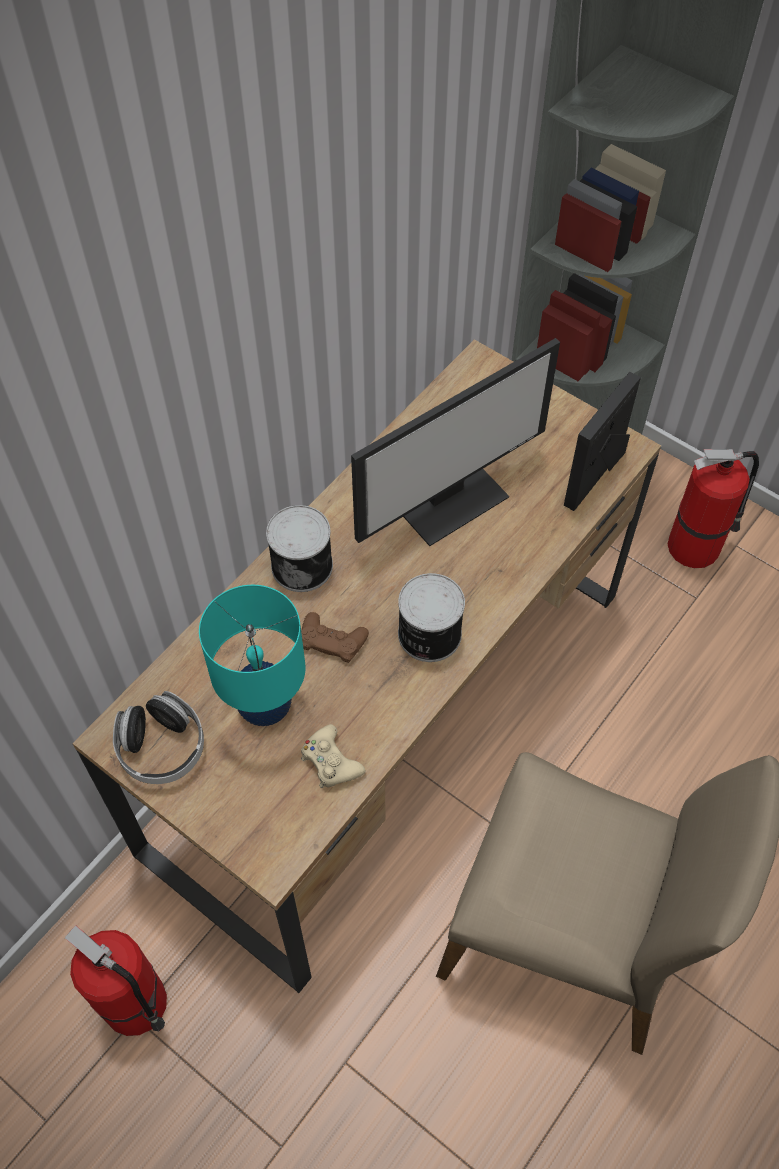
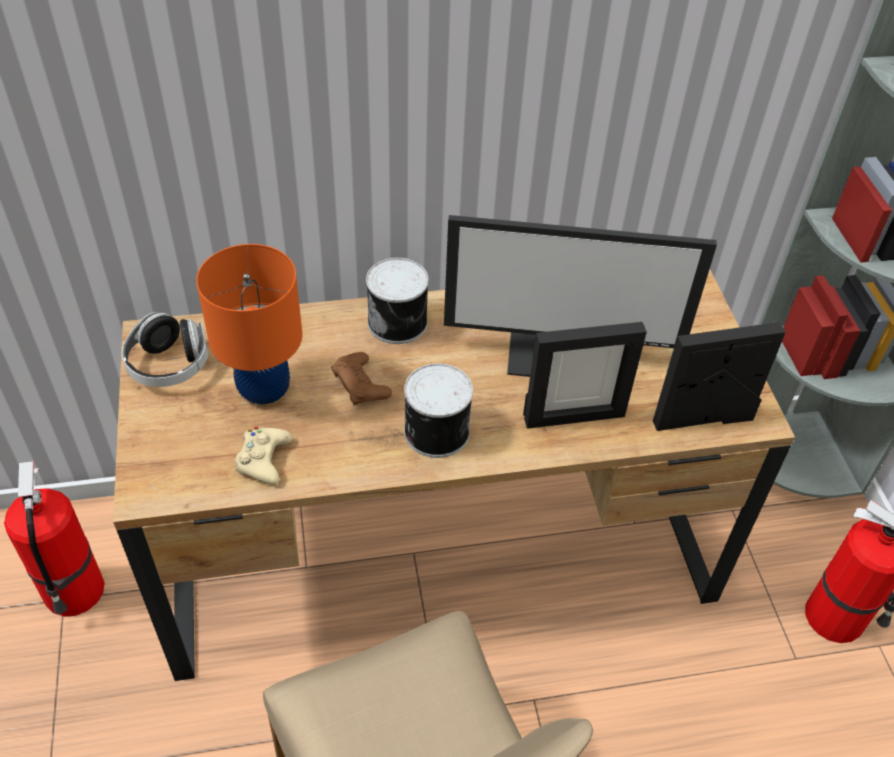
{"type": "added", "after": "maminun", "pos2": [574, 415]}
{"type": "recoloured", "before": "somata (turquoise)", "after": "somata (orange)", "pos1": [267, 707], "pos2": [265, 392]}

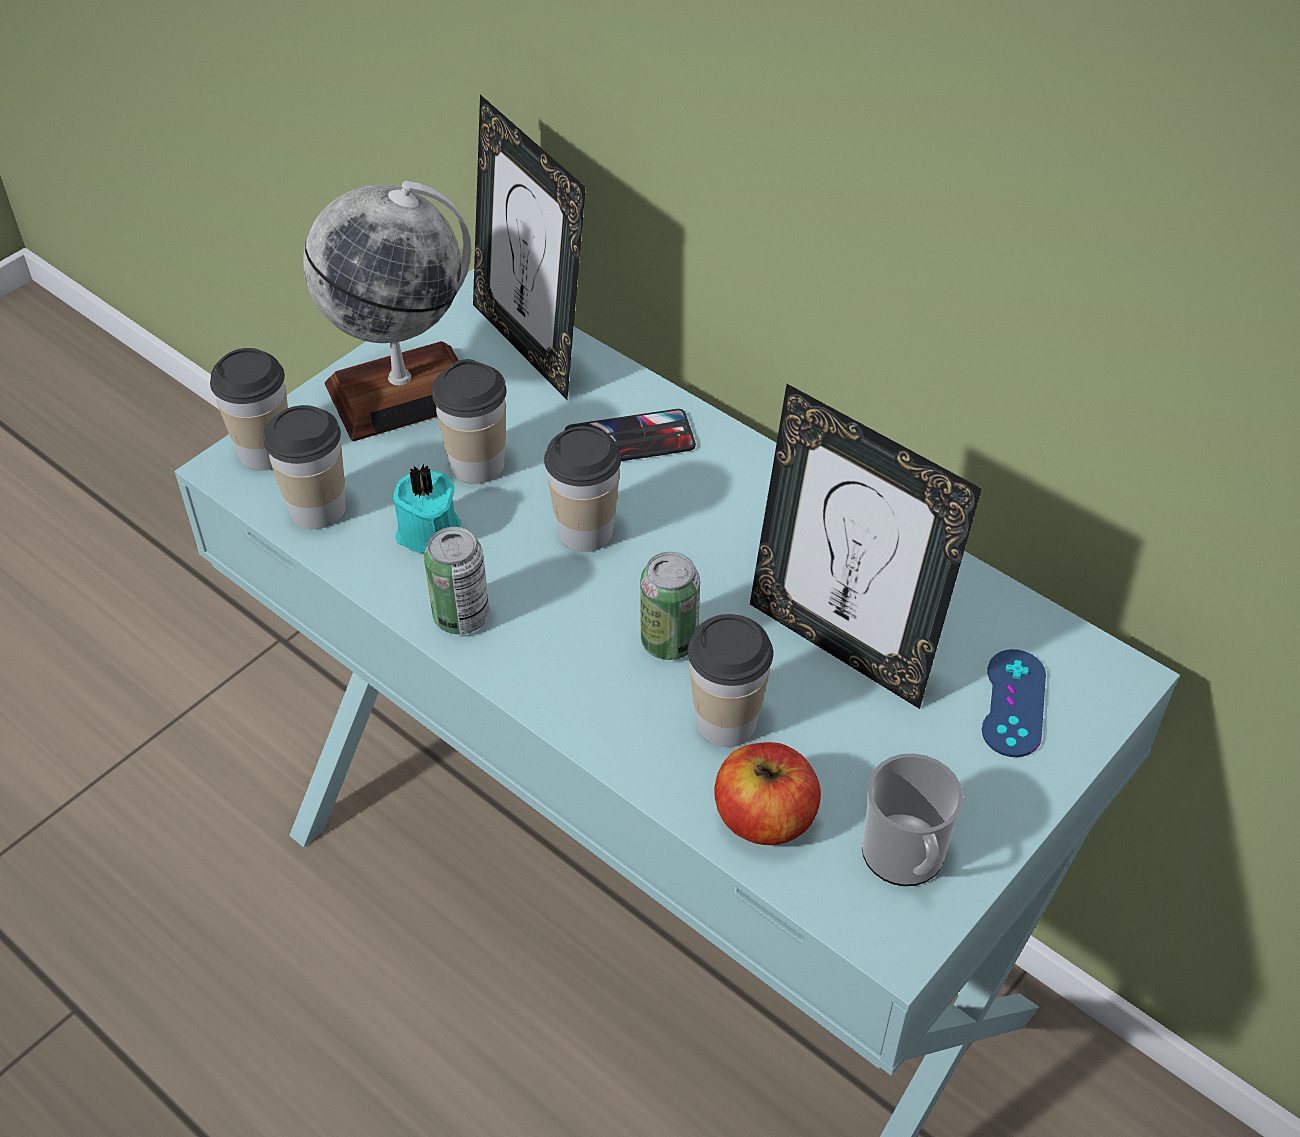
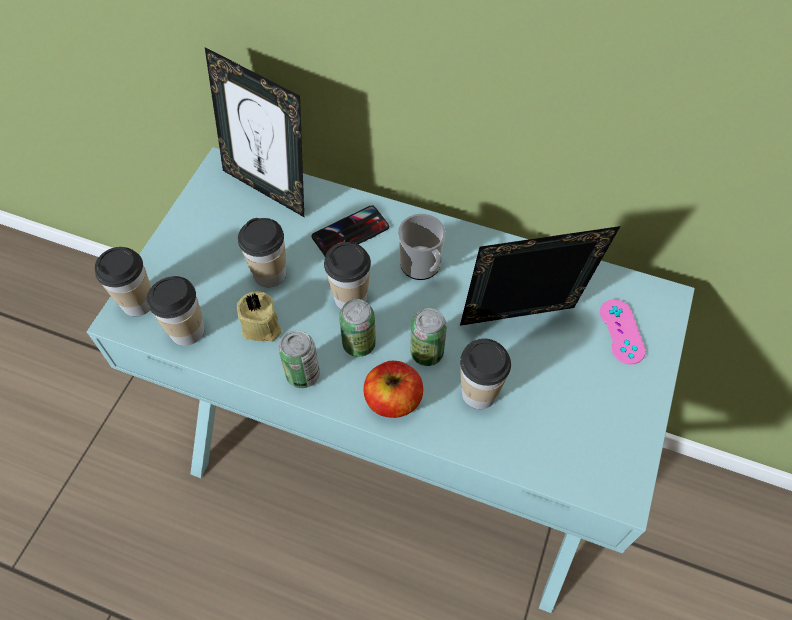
{"type": "removed", "before": "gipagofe", "pos1": [403, 392]}
{"type": "added", "after": "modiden", "pos2": [359, 344]}
{"type": "moved", "before": "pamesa", "pos1": [764, 818], "pos2": [393, 400]}
{"type": "moved", "before": "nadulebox", "pos1": [905, 860], "pos2": [423, 267]}
{"type": "recoloured", "before": "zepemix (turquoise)", "after": "zepemix (beige)", "pos1": [429, 535], "pos2": [261, 327]}
{"type": "recoloured", "before": "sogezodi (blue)", "after": "sogezodi (pink)", "pos1": [1013, 703], "pos2": [621, 331]}
{"type": "turned", "before": "maminun", "pos1": [842, 644], "pos2": [520, 324], "turn": 150}

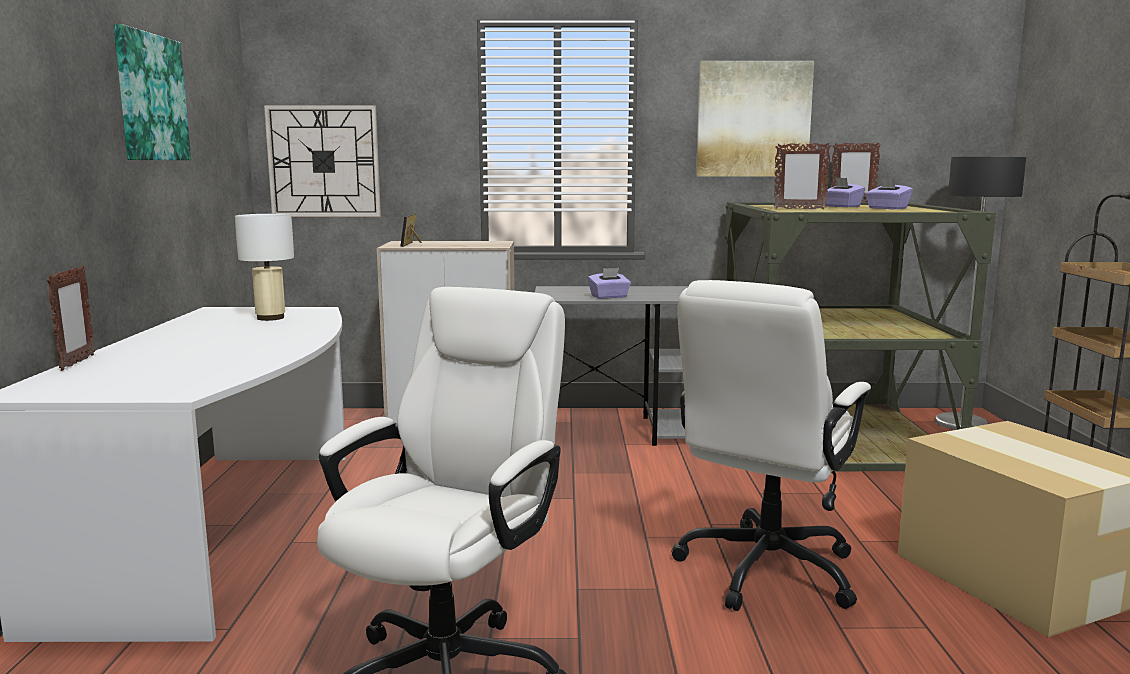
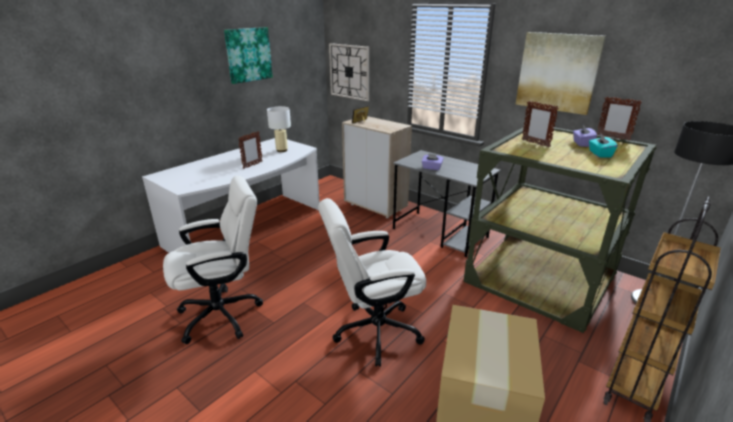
{"type": "moved", "before": "maminun", "pos1": [77, 363], "pos2": [252, 165]}
{"type": "recoloured", "before": "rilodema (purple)", "after": "rilodema (turquoise)", "pos1": [887, 208], "pos2": [599, 154]}

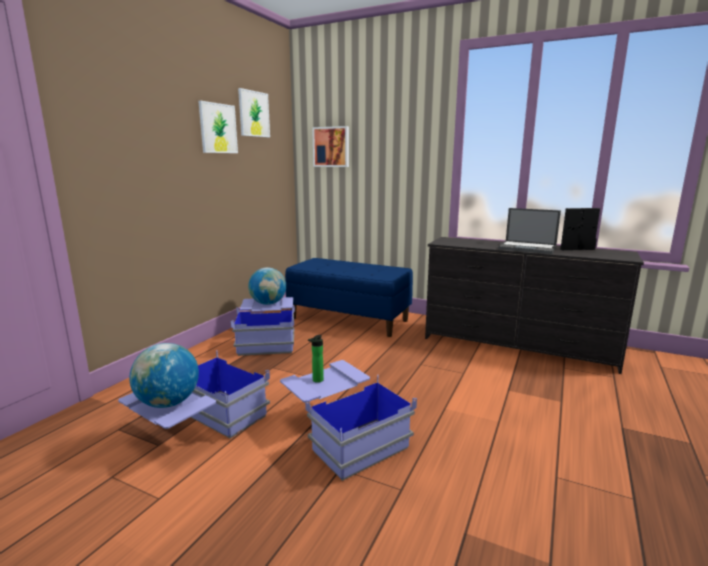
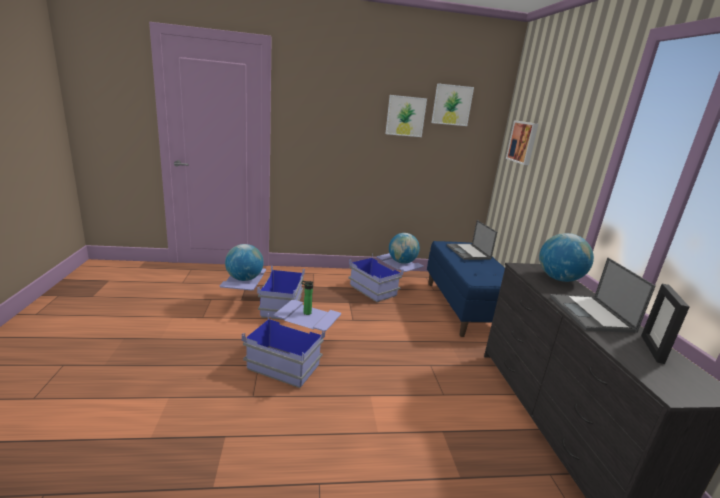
{"type": "added", "after": "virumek", "pos2": [468, 252]}
{"type": "added", "after": "gipagofe", "pos2": [559, 279]}
{"type": "turned", "before": "maminun", "pos1": [577, 249], "pos2": [653, 349], "turn": -120}

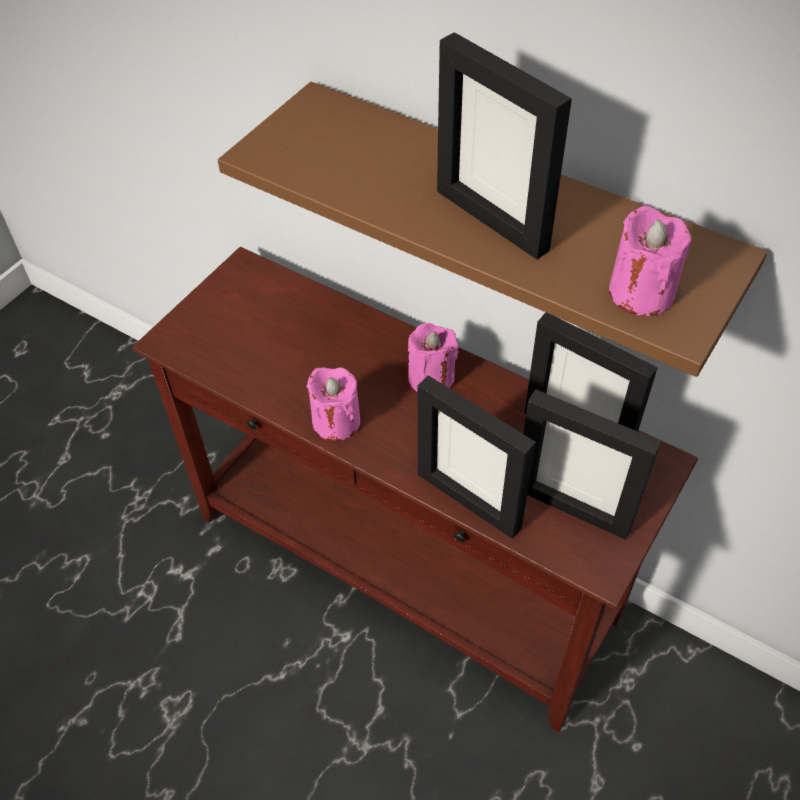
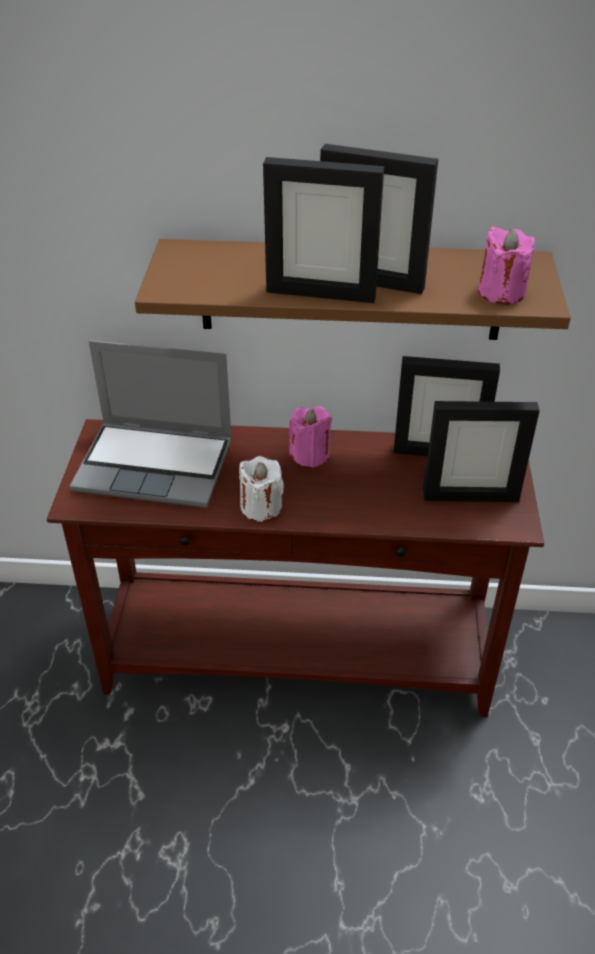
{"type": "added", "after": "virumek", "pos2": [157, 465]}
{"type": "moved", "before": "maminun", "pos1": [470, 499], "pos2": [321, 293]}
{"type": "recoloured", "before": "zepemix (pink)", "after": "zepemix (white)", "pos1": [336, 422], "pos2": [261, 507]}

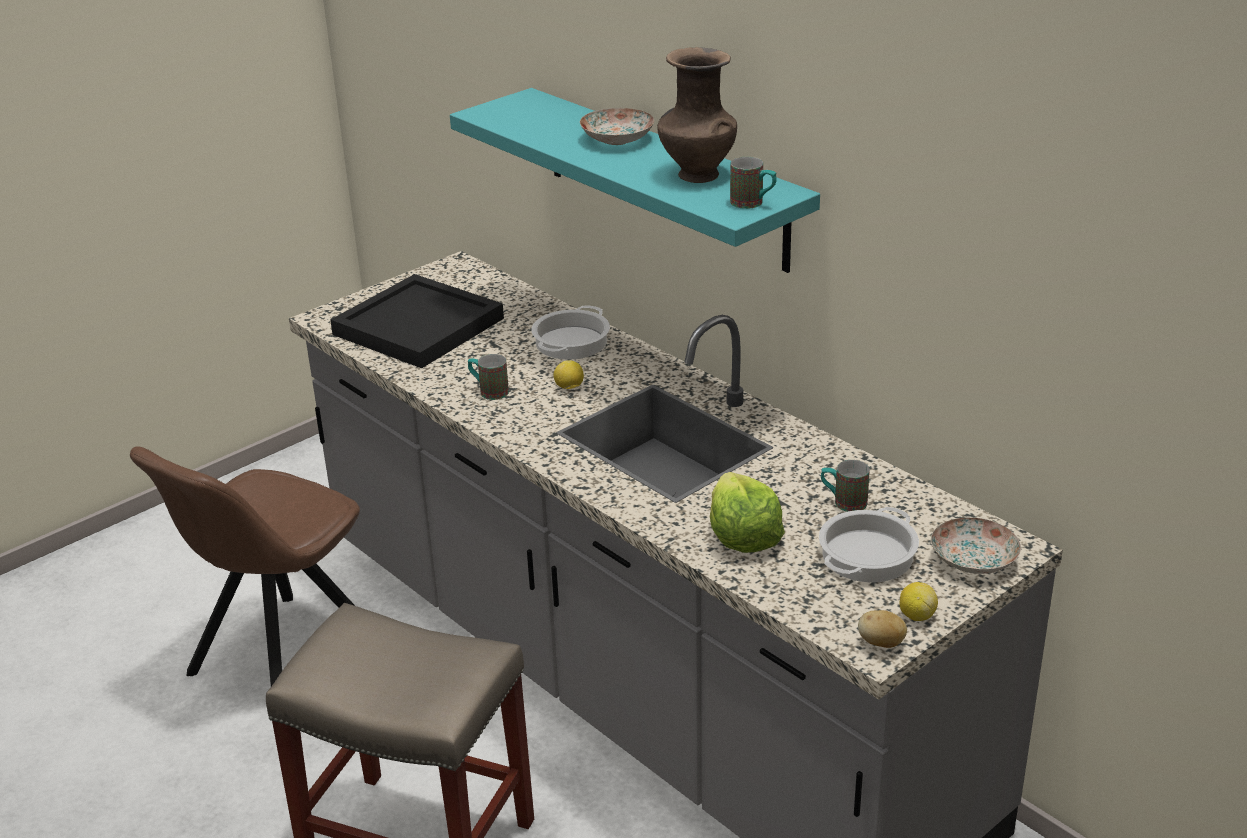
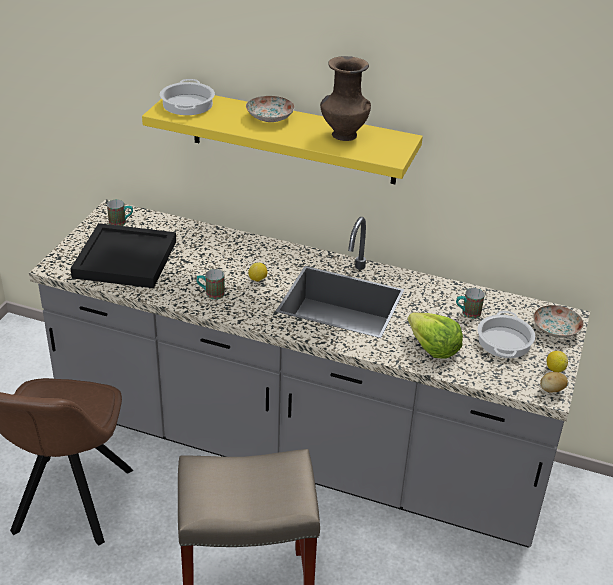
{"type": "moved", "before": "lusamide", "pos1": [572, 343], "pos2": [188, 104]}
{"type": "moved", "before": "nadulebox", "pos1": [753, 203], "pos2": [121, 223]}
{"type": "recoloured", "before": "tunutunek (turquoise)", "after": "tunutunek (yellow)", "pos1": [664, 178], "pos2": [293, 136]}

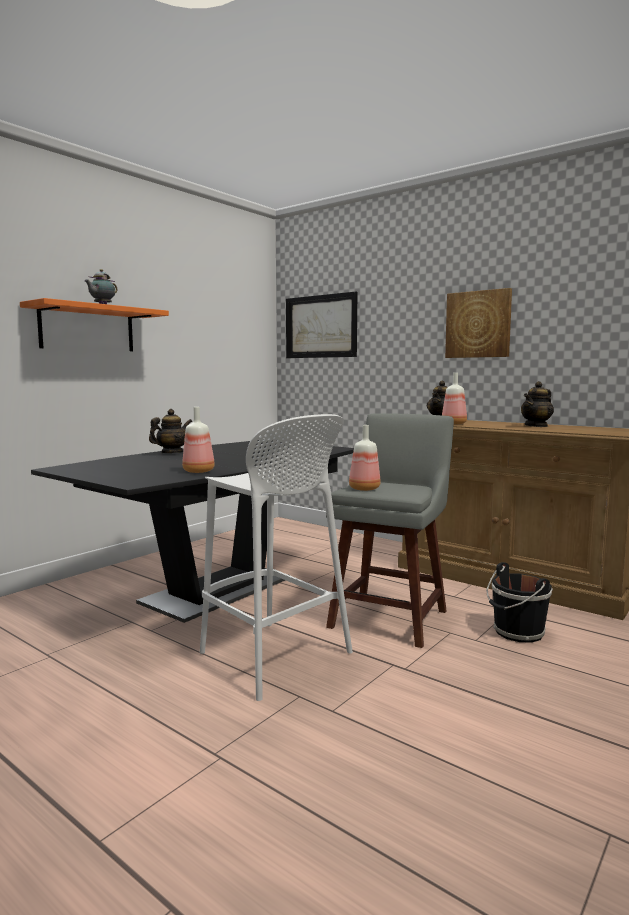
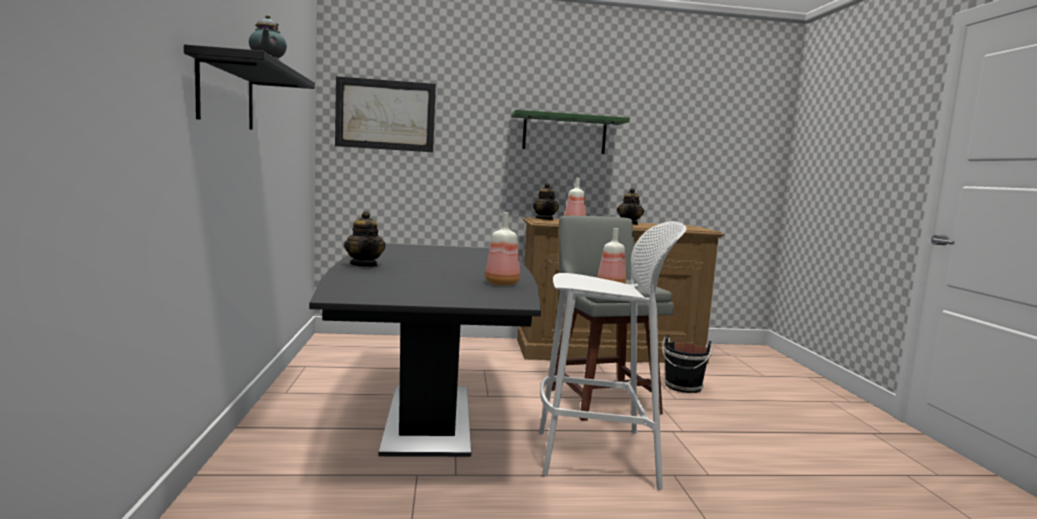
{"type": "replaced", "before": "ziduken", "after": "tunutunek (green)", "pos1": [478, 324], "pos2": [564, 134]}
{"type": "recoloured", "before": "tunutunek (orange)", "after": "tunutunek (black)", "pos1": [87, 329], "pos2": [226, 94]}
{"type": "turned", "before": "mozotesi", "pos1": [171, 453], "pos2": [364, 265], "turn": 150}

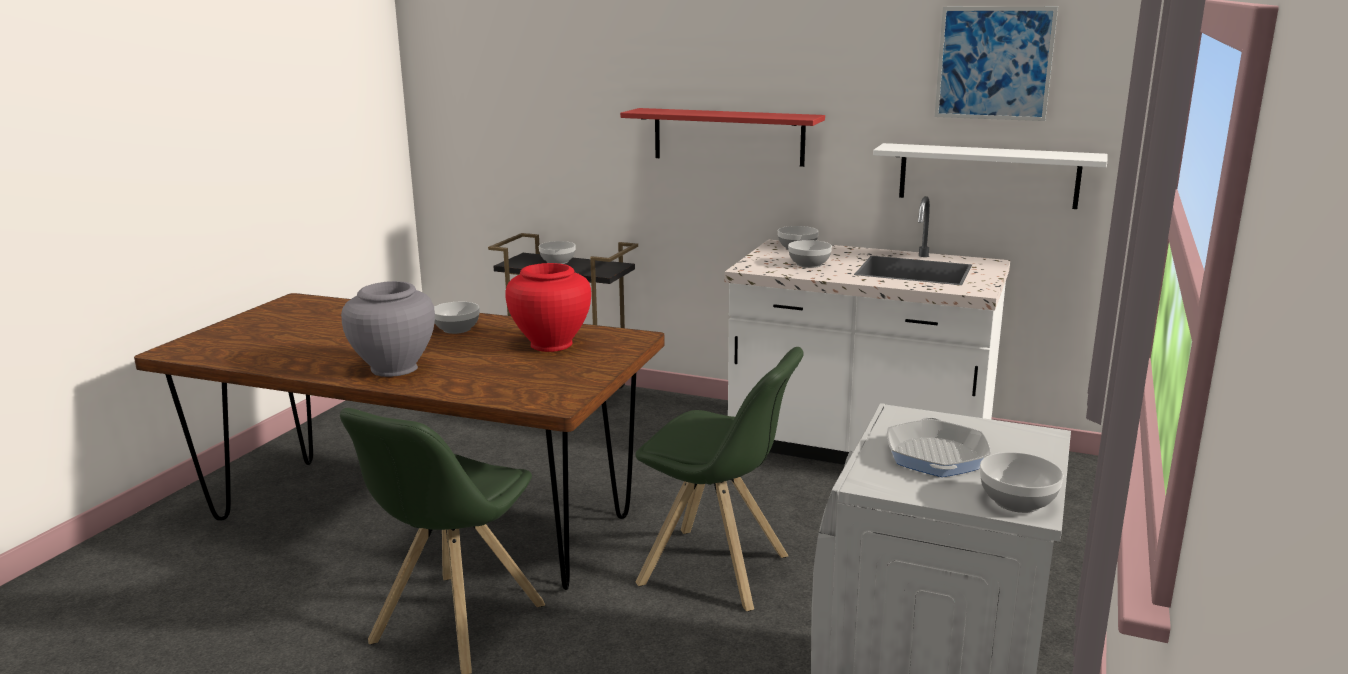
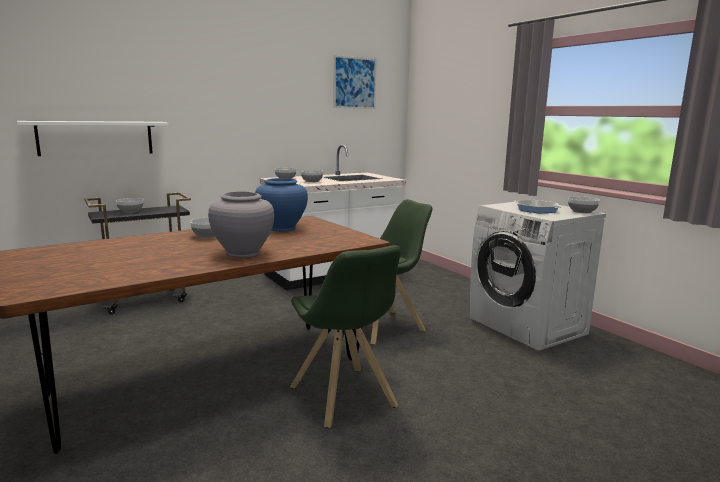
{"type": "removed", "before": "tunutunek (red)", "pos1": [728, 136]}
{"type": "moved", "before": "tunutunek (white)", "pos1": [988, 175], "pos2": [96, 138]}
{"type": "recoloured", "before": "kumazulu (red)", "after": "kumazulu (blue)", "pos1": [551, 344], "pos2": [282, 228]}

